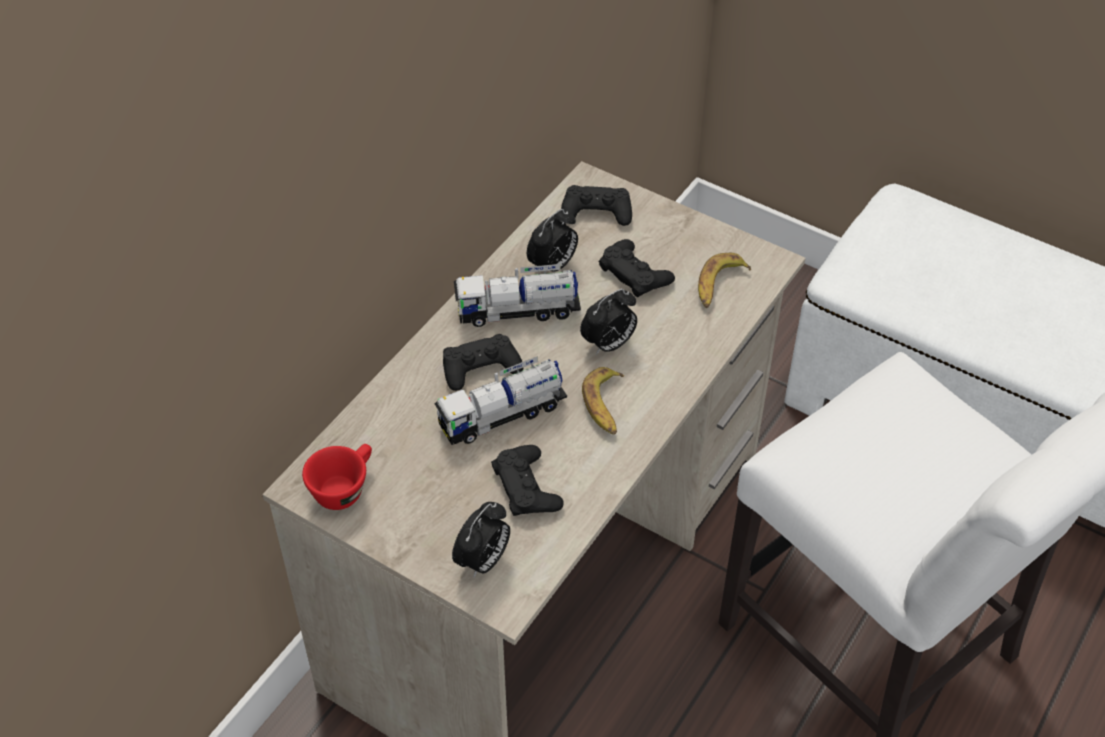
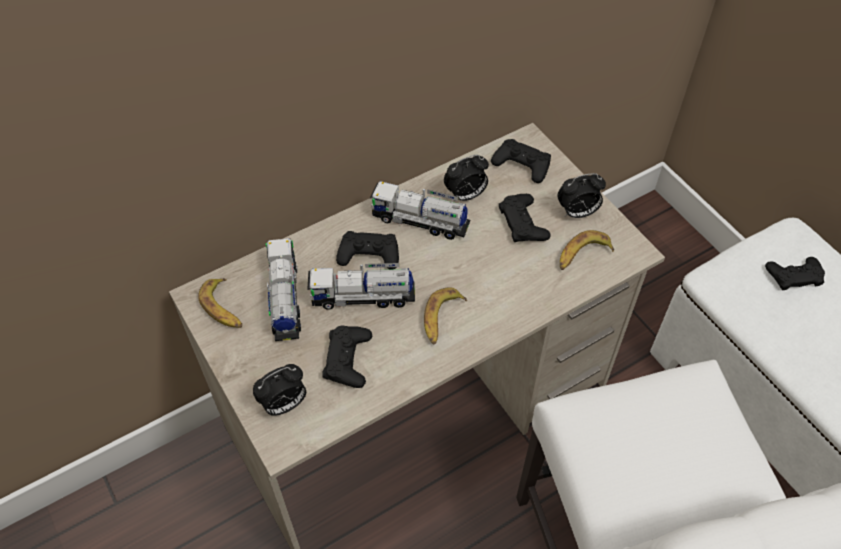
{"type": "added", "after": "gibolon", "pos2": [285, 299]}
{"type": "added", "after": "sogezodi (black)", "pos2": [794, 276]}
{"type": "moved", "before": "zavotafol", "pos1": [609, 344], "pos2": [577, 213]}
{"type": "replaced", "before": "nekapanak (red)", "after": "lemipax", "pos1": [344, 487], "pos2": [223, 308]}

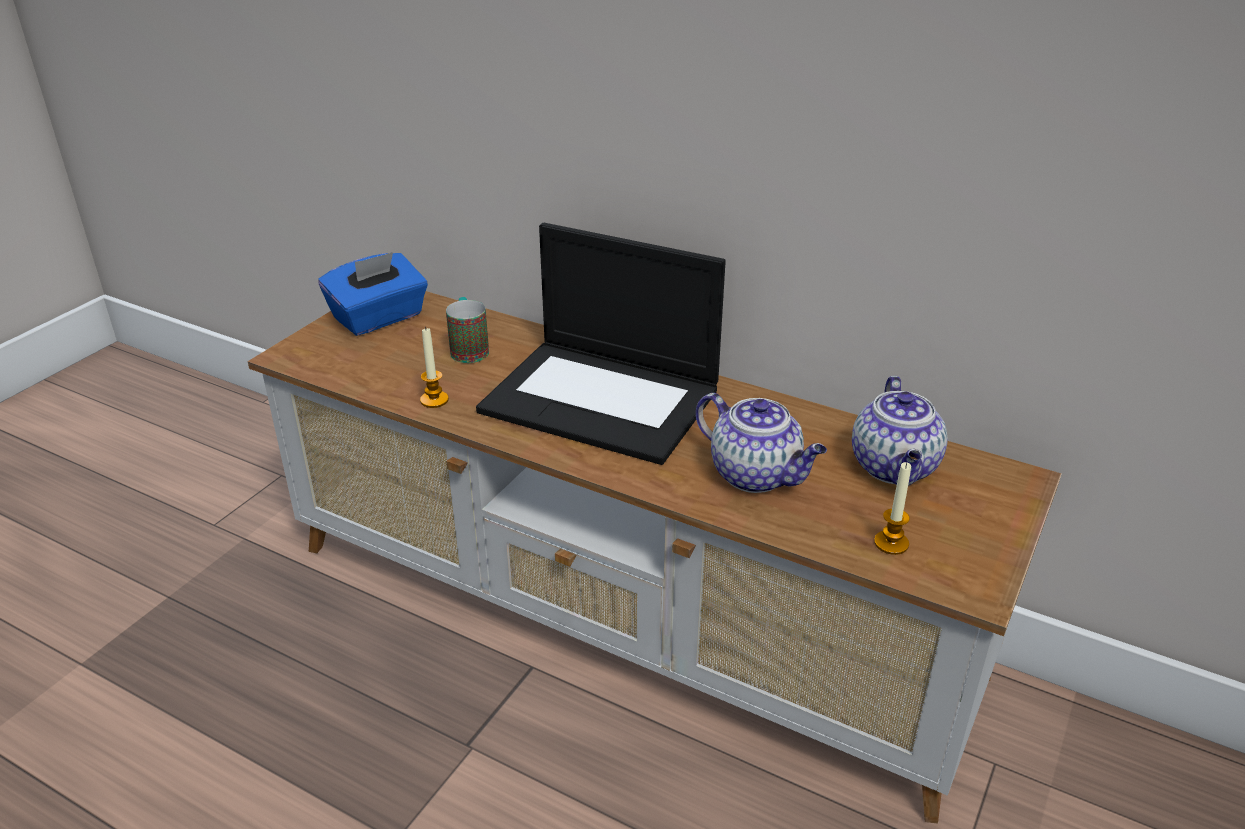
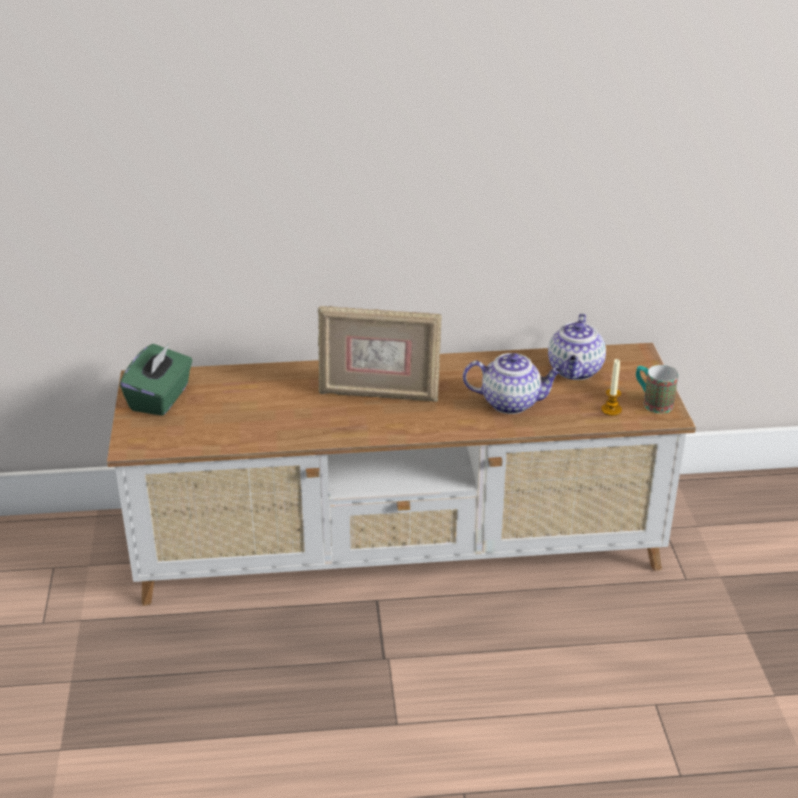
{"type": "removed", "before": "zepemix", "pos1": [434, 400]}
{"type": "moved", "before": "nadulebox", "pos1": [468, 348], "pos2": [652, 402]}
{"type": "replaced", "before": "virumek", "after": "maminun", "pos1": [603, 400], "pos2": [379, 394]}
{"type": "recoloured", "before": "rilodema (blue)", "after": "rilodema (green)", "pos1": [379, 318], "pos2": [160, 398]}
{"type": "turned", "before": "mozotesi", "pos1": [895, 468], "pos2": [575, 371], "turn": 45}

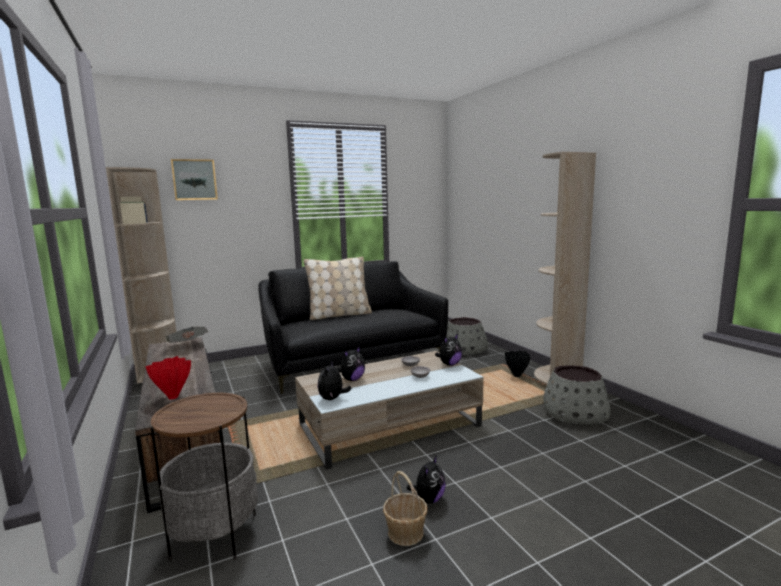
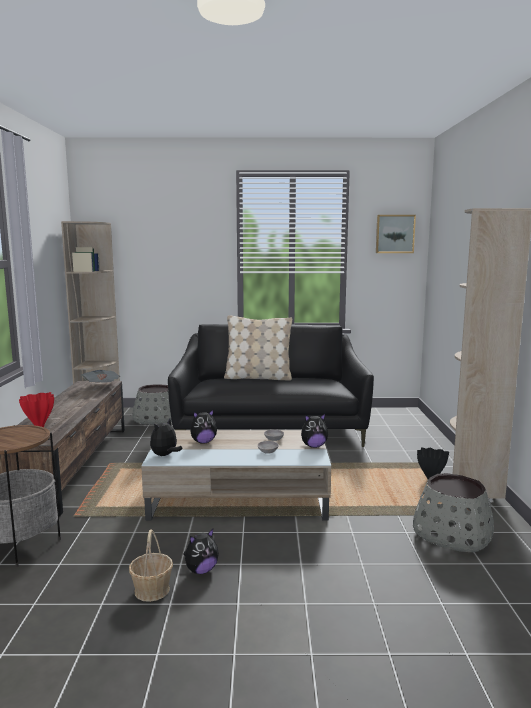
{"type": "moved", "before": "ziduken", "pos1": [194, 180], "pos2": [394, 234]}
{"type": "moved", "before": "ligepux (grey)", "pos1": [464, 350], "pos2": [156, 419]}

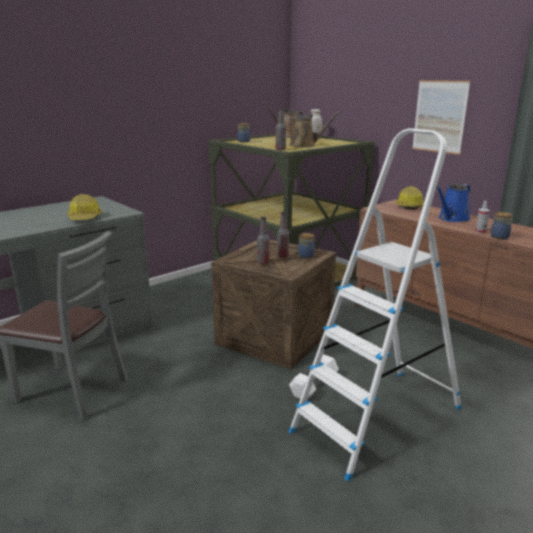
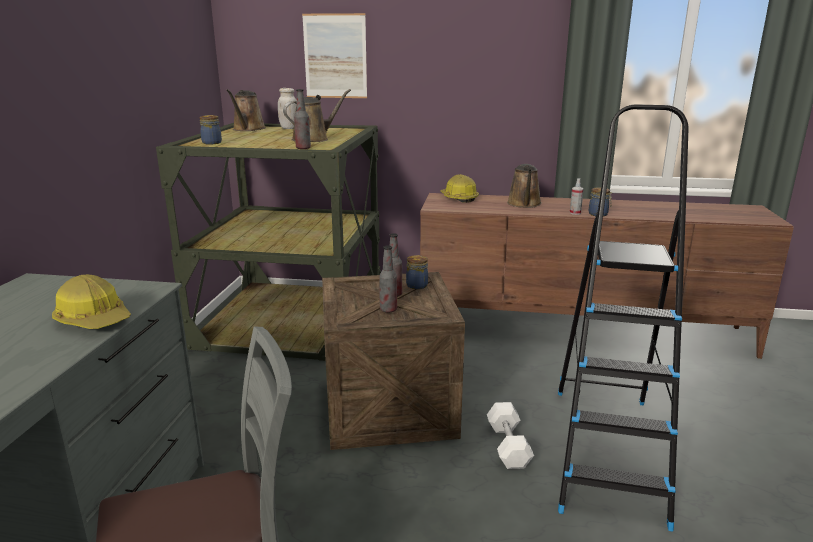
{"type": "moved", "before": "ziduken", "pos1": [439, 116], "pos2": [335, 56]}
{"type": "recoloured", "before": "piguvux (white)", "after": "piguvux (black)", "pos1": [377, 419], "pos2": [606, 451]}
{"type": "recoloured", "before": "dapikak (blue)", "after": "dapikak (brown)", "pos1": [452, 219], "pos2": [524, 204]}

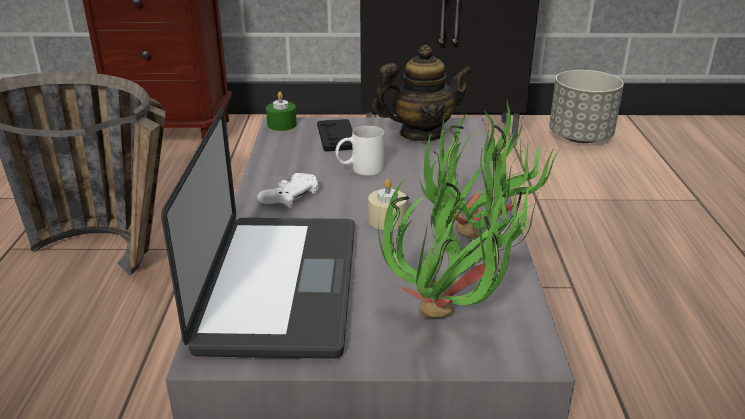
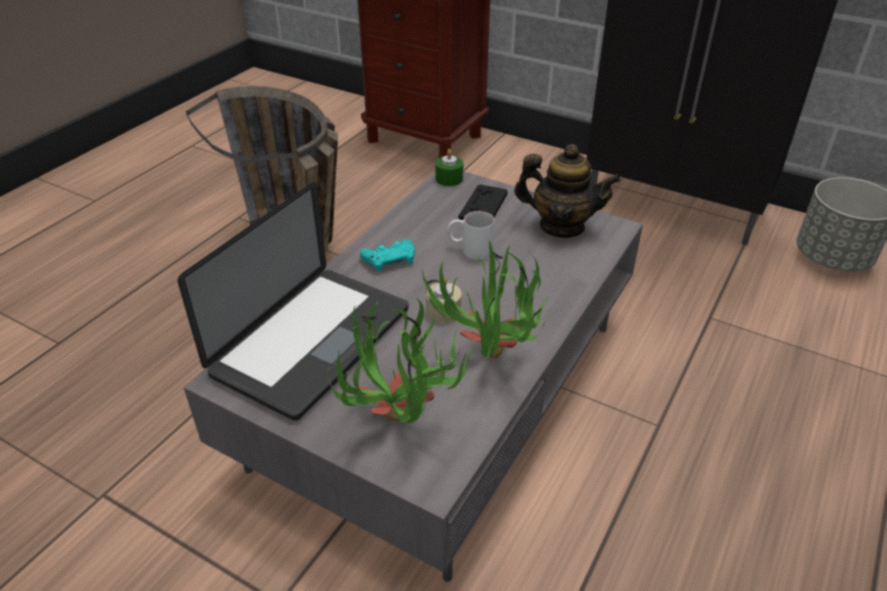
{"type": "recoloured", "before": "sogezodi (white)", "after": "sogezodi (turquoise)", "pos1": [290, 197], "pos2": [389, 260]}

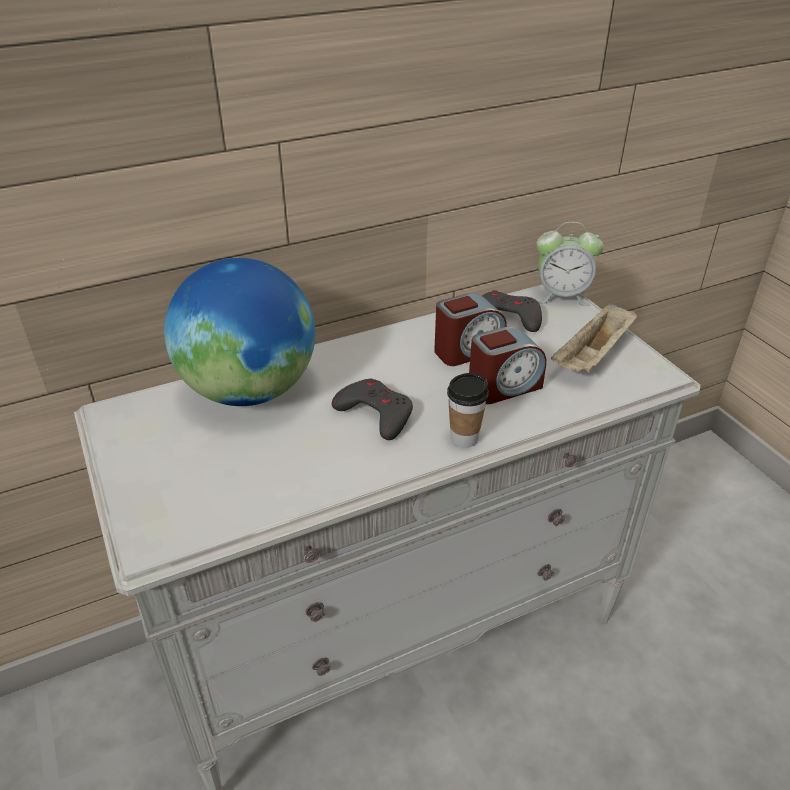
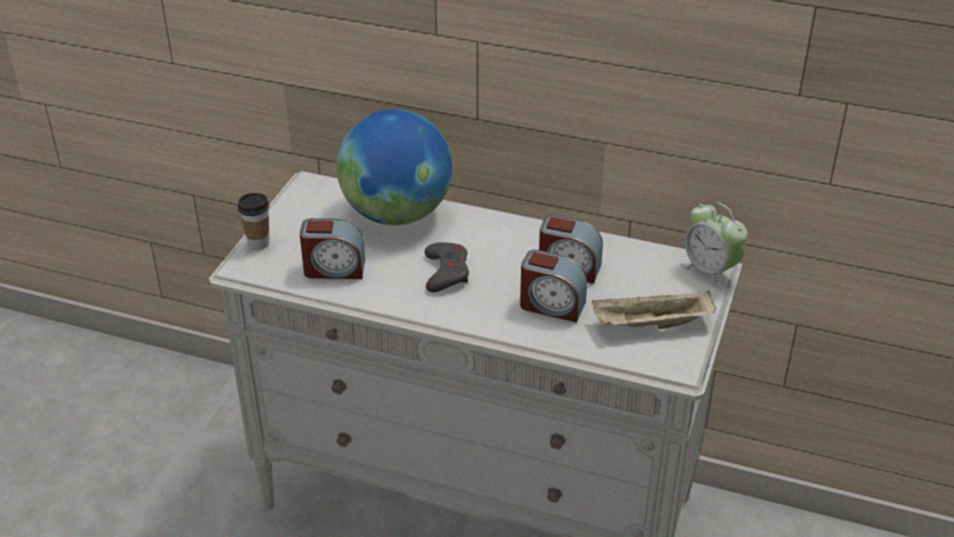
{"type": "removed", "before": "sogezodi (grey)", "pos1": [507, 317]}
{"type": "added", "after": "zavotafol", "pos2": [334, 269]}
{"type": "moved", "before": "nekapanak", "pos1": [464, 438], "pos2": [258, 243]}

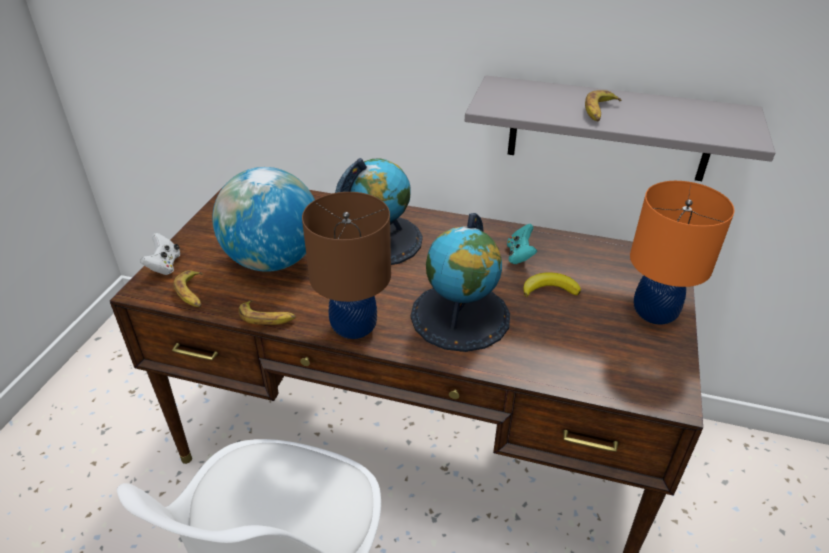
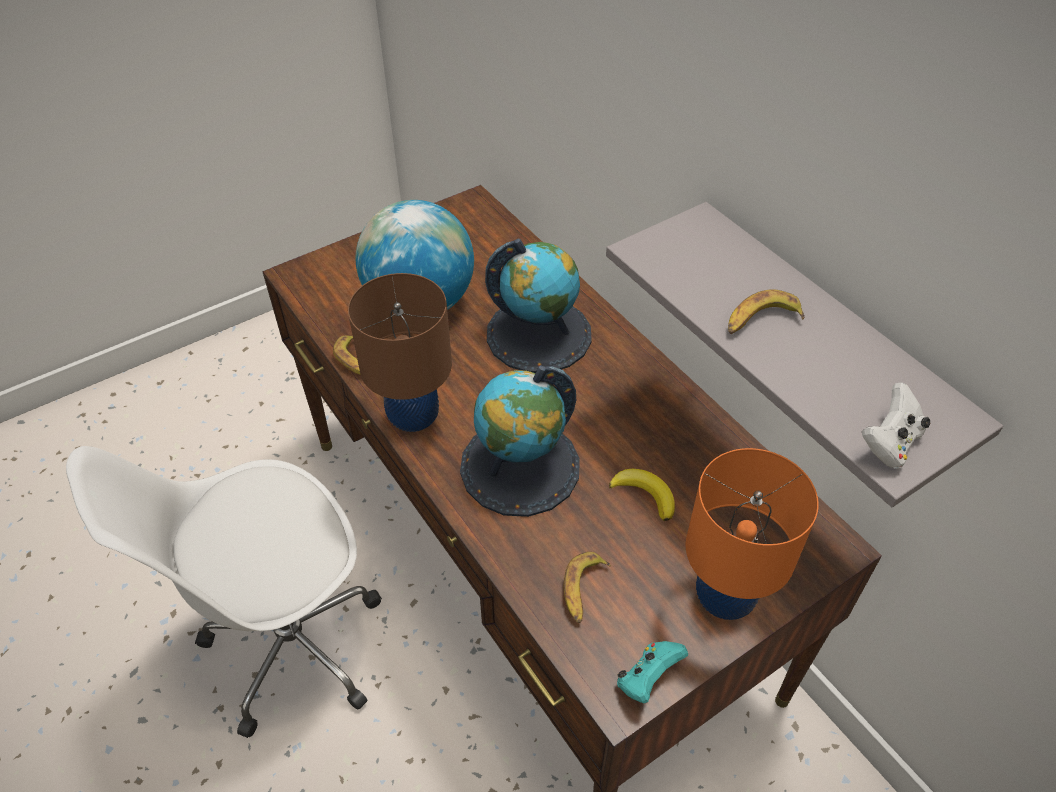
{"type": "moved", "before": "sogezodi (white)", "pos1": [165, 265], "pos2": [889, 443]}
{"type": "moved", "before": "lemipax", "pos1": [192, 293], "pos2": [583, 590]}
{"type": "moved", "before": "sogezodi (turquoise)", "pos1": [519, 255], "pos2": [647, 679]}

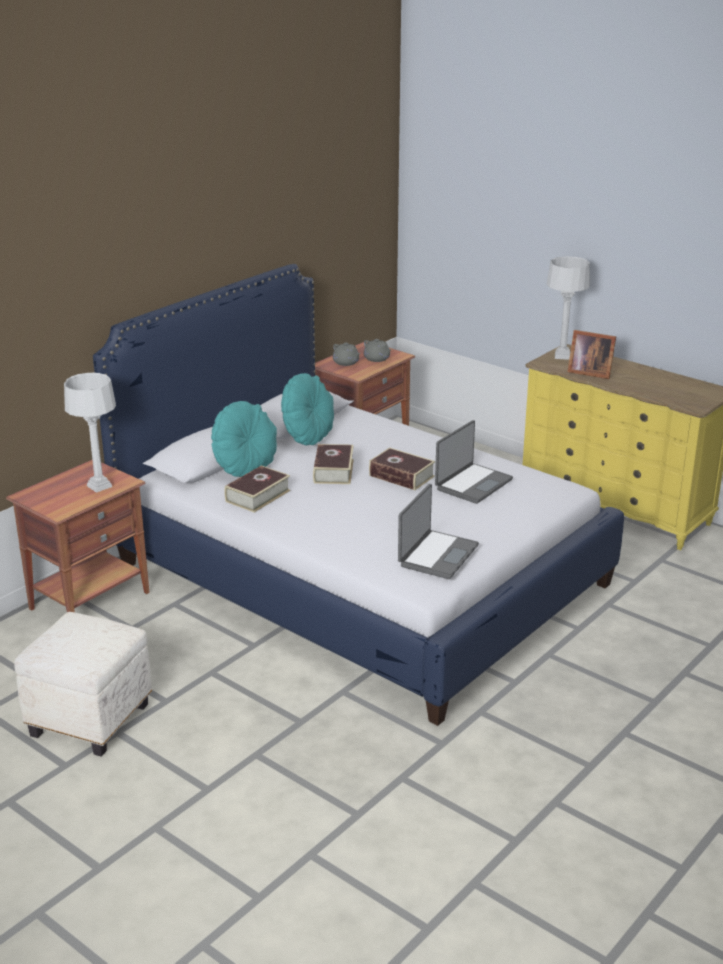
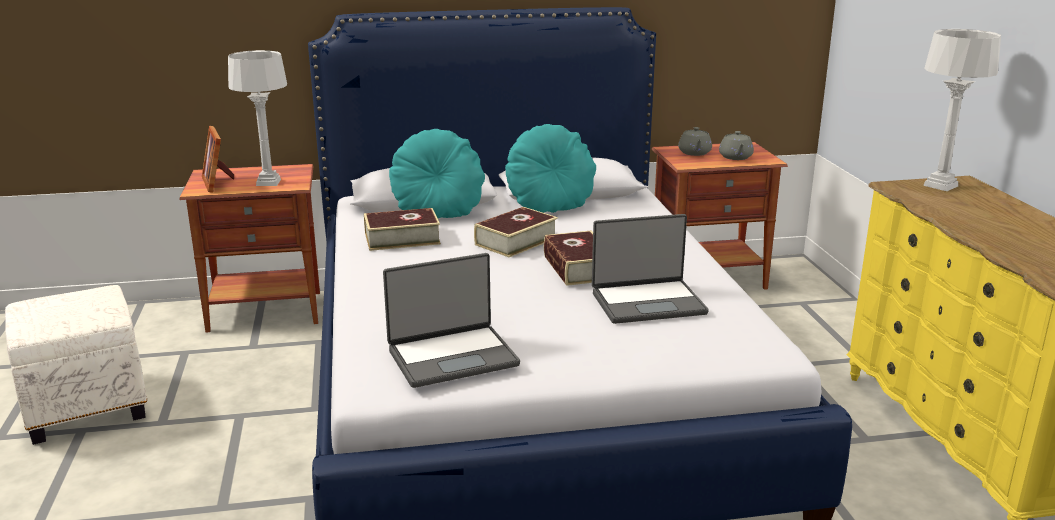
{"type": "moved", "before": "maminun", "pos1": [589, 372], "pos2": [219, 183]}

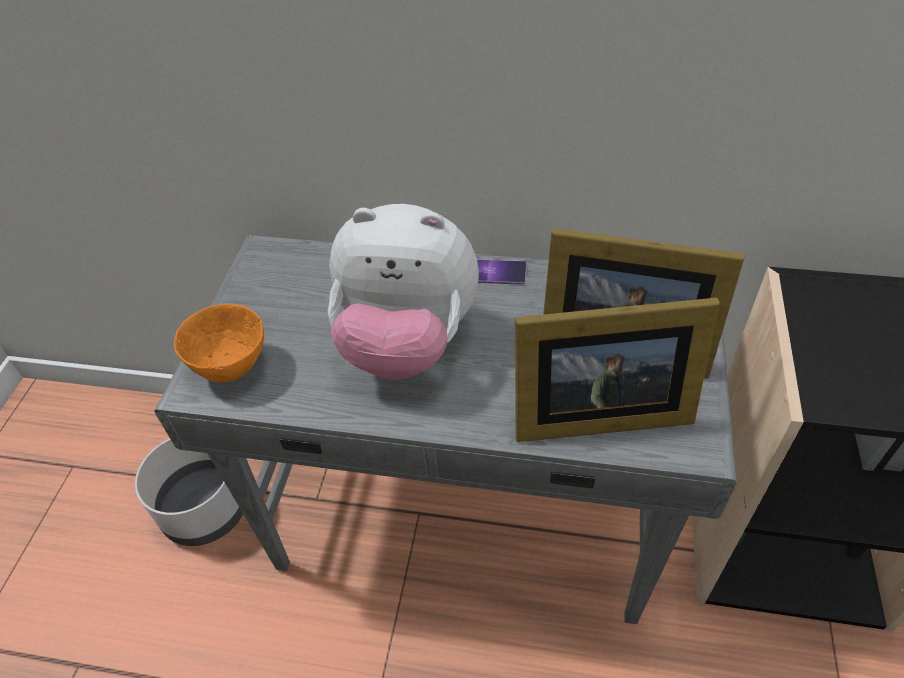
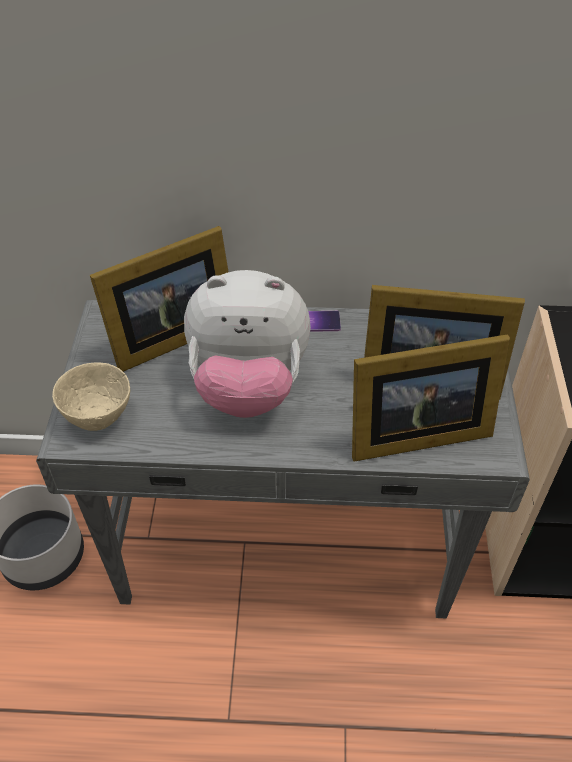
{"type": "added", "after": "maminun", "pos2": [167, 337]}
{"type": "recoloured", "before": "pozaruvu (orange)", "after": "pozaruvu (beige)", "pos1": [232, 366], "pos2": [98, 416]}

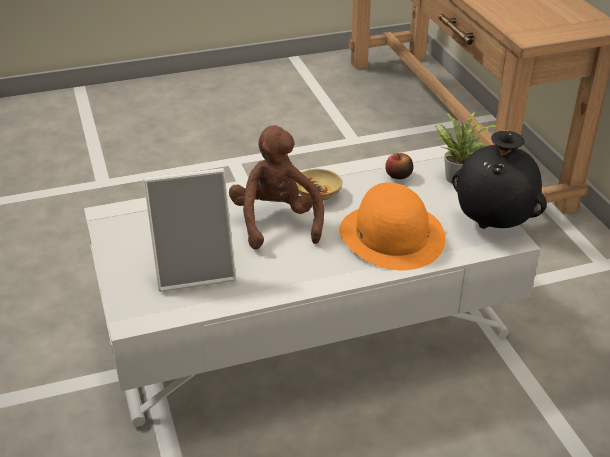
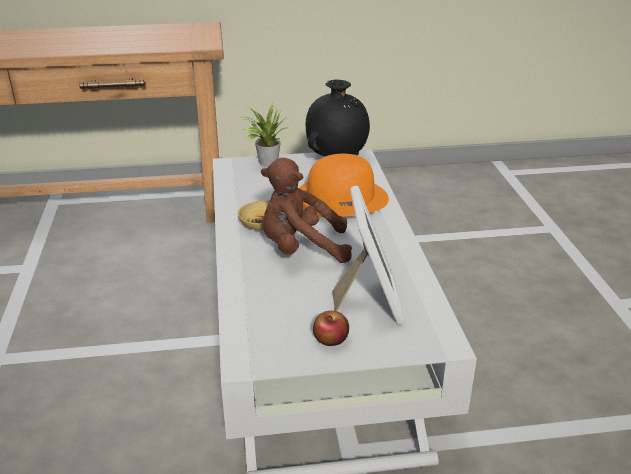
{"type": "moved", "before": "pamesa", "pos1": [398, 175], "pos2": [331, 339]}

